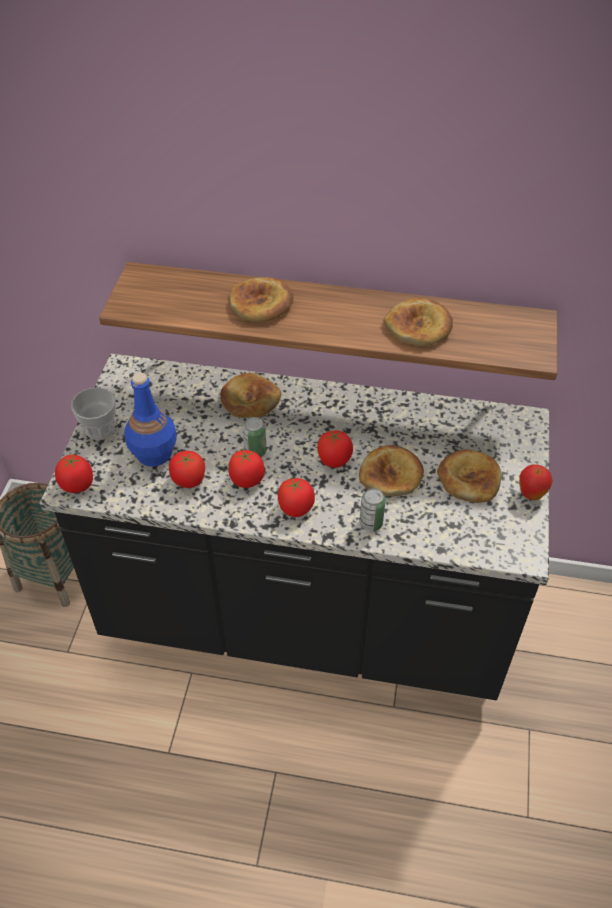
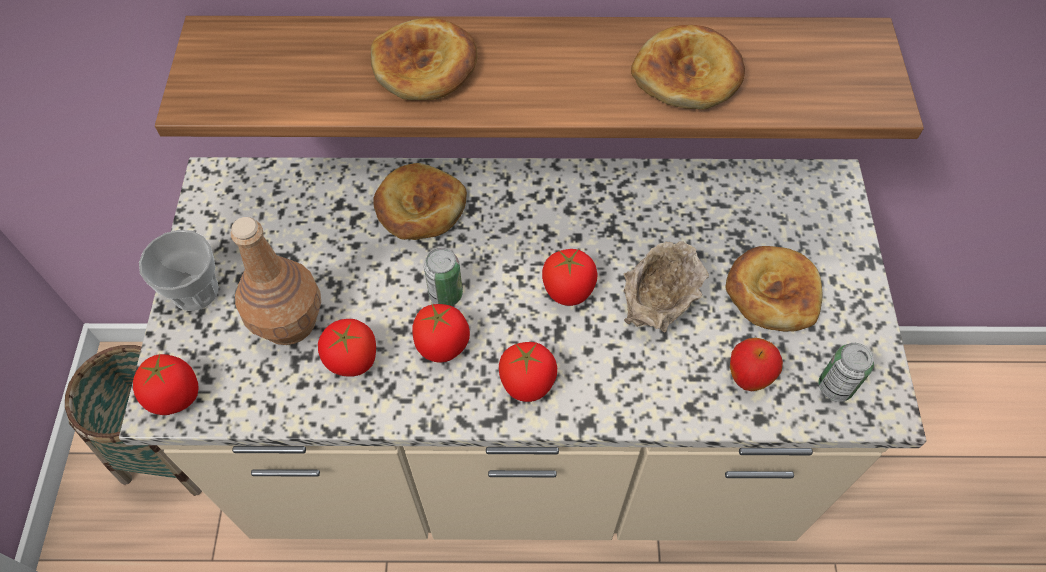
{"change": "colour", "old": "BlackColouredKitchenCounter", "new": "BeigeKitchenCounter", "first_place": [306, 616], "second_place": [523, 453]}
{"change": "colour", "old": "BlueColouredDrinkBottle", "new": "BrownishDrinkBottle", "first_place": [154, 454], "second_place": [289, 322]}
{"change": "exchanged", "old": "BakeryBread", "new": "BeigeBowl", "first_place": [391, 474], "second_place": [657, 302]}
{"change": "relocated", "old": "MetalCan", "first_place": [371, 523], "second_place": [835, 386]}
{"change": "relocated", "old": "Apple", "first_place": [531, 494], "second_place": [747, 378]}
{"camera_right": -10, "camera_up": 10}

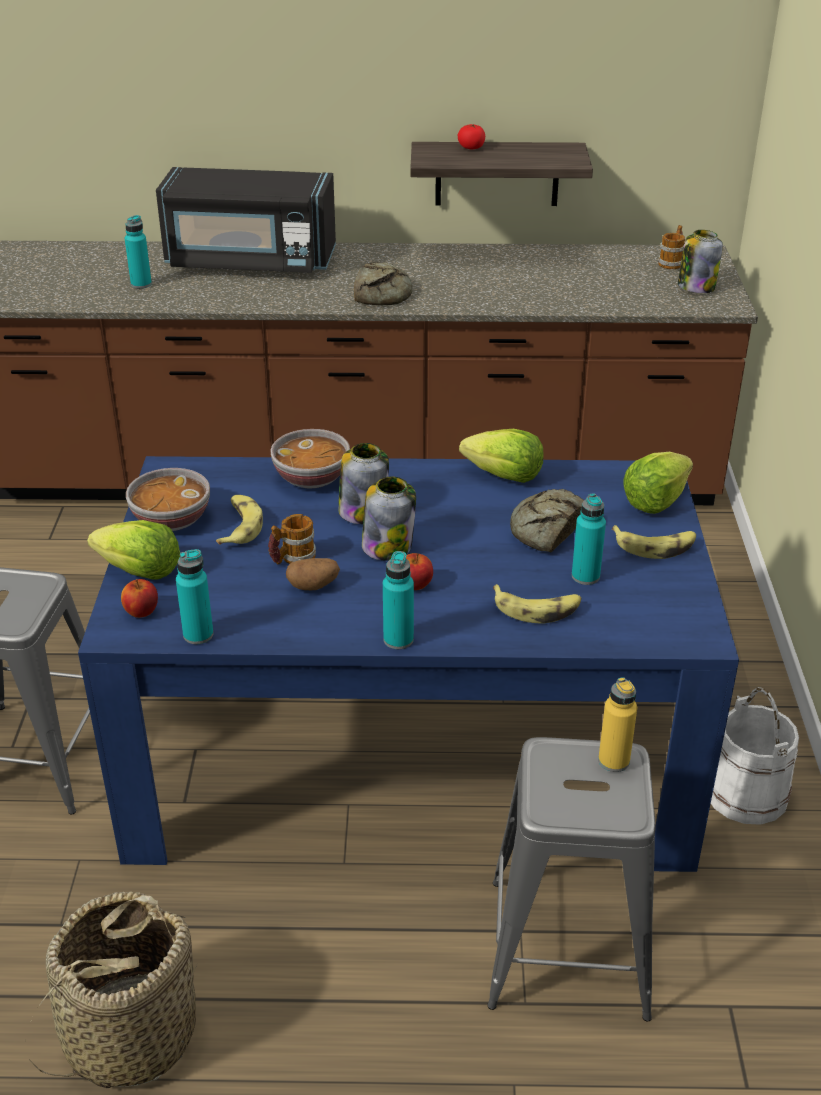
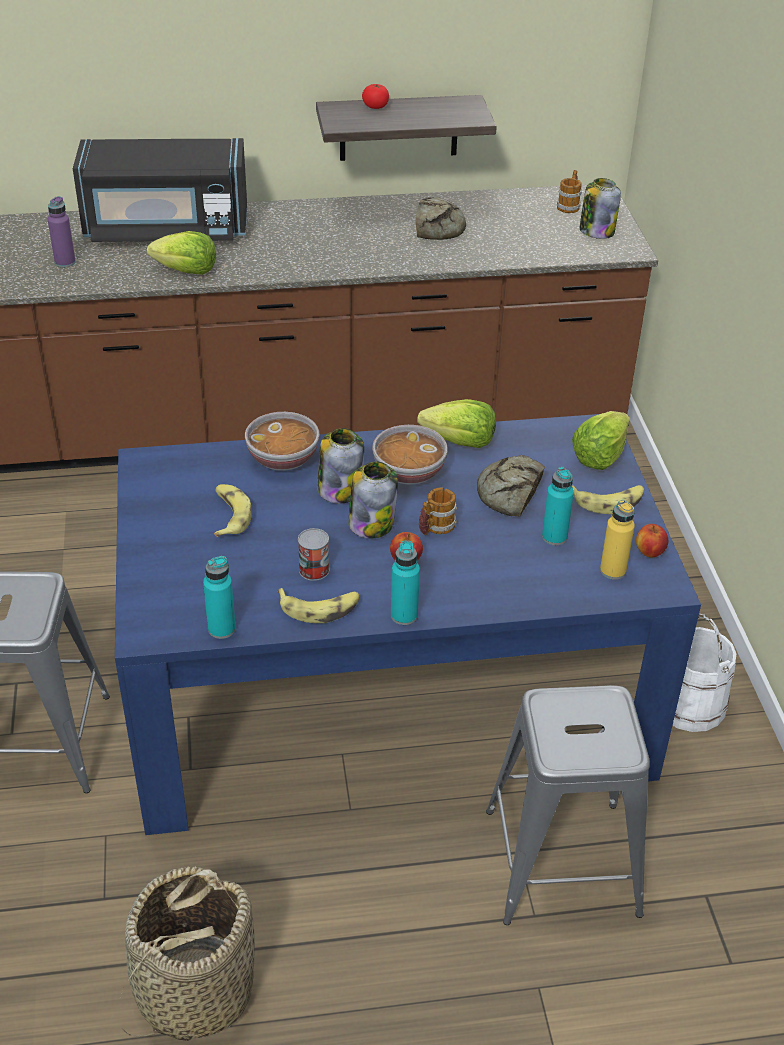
{"change": "relocated", "old": "Lettuce", "first_place": [139, 571], "second_place": [186, 271]}
{"change": "relocated", "old": "Apple", "first_place": [141, 612], "second_place": [649, 552]}
{"change": "colour", "old": "TurquoiseDrinkBottle", "new": "PurpleColouredDrinkBottle", "first_place": [141, 284], "second_place": [65, 262]}
{"change": "relocated", "old": "Bowl", "first_place": [170, 519], "second_place": [408, 472]}
{"change": "relocated", "old": "TeaMug", "first_place": [292, 558], "second_place": [435, 528]}
{"change": "exchanged", "old": "WholePotato", "new": "MetalCan", "first_place": [313, 586], "second_place": [314, 570]}
{"change": "relocated", "old": "BakeryBread", "first_place": [383, 293], "second_place": [438, 226]}
{"change": "relocated", "old": "Banana", "first_place": [537, 609], "second_place": [320, 608]}
{"change": "relocated", "old": "YellowDrinkBottle", "first_place": [613, 761], "second_place": [612, 571]}
{"camera_right": -10, "camera_up": 5}

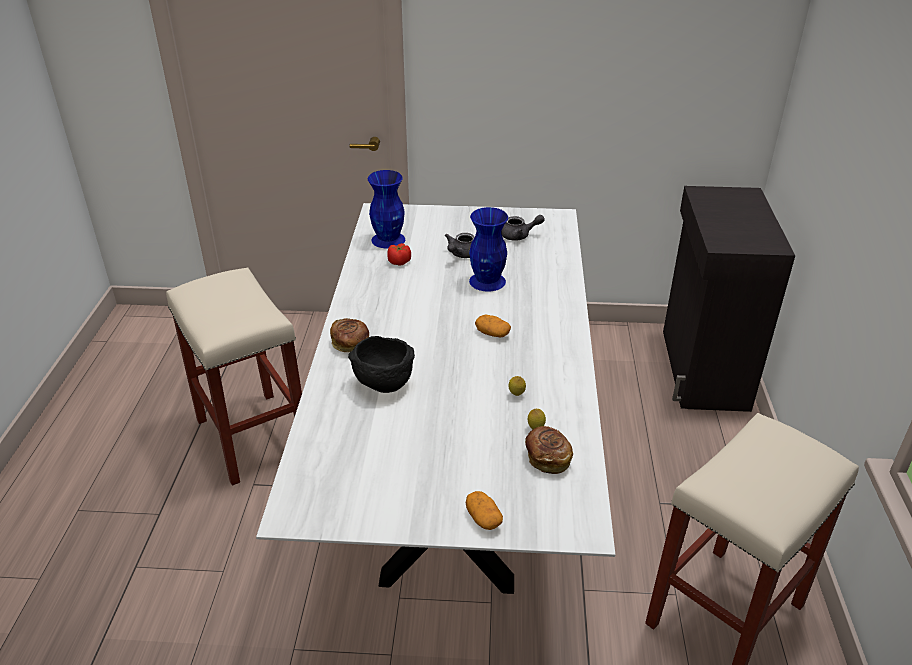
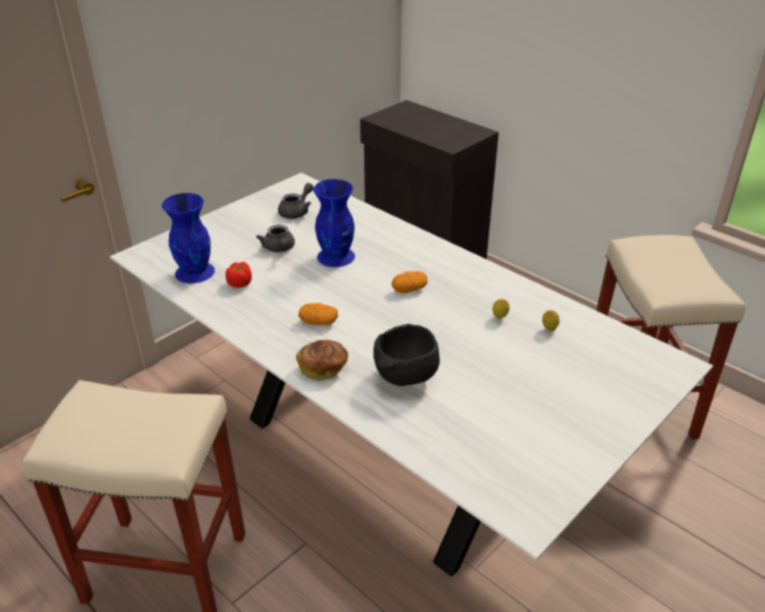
{"change": "relocated", "old": "WholePotato", "first_place": [483, 518], "second_place": [318, 322]}
{"change": "missing", "old": "BakeryBread", "first_place": [547, 458]}
{"camera_right": -50, "camera_up": 0}

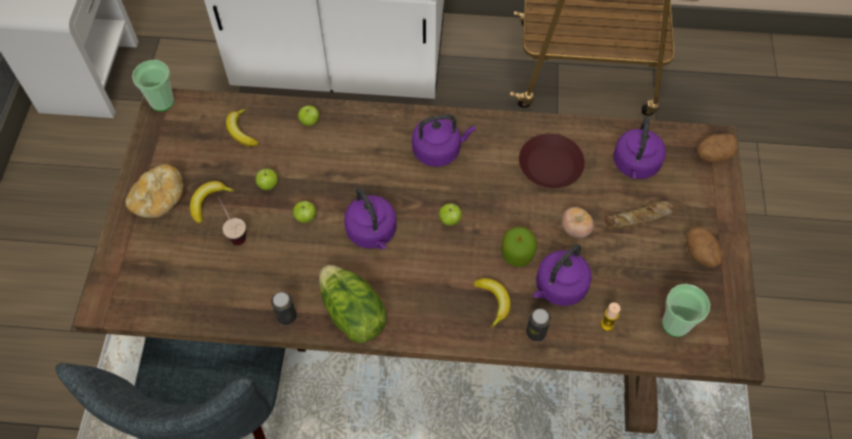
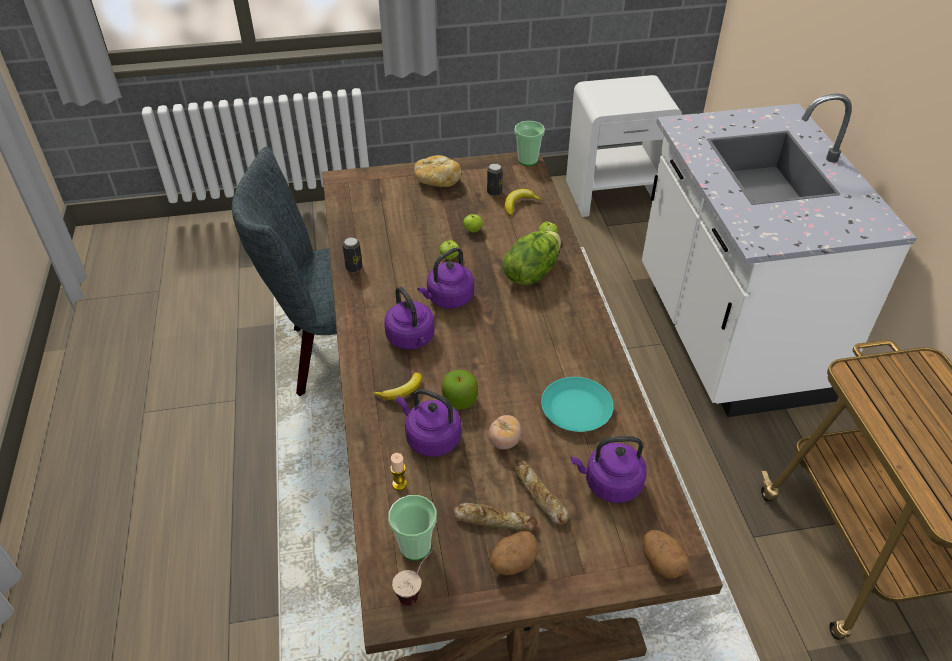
{"change": "missing", "old": "Banana", "first_place": [209, 202]}
{"change": "relocated", "old": "DrinkingCup", "first_place": [234, 232], "second_place": [417, 589]}
{"change": "relocated", "old": "Lettuce", "first_place": [352, 315], "second_place": [531, 272]}
{"change": "relocated", "old": "PurpleColouredWaterKettle", "first_place": [439, 150], "second_place": [411, 339]}
{"change": "missing", "old": "Apple", "first_place": [450, 220]}
{"change": "colour", "old": "BrownishPlate", "new": "TurquoisePlate", "first_place": [550, 165], "second_place": [576, 409]}
{"change": "relocated", "old": "MetalCan", "first_place": [536, 332], "second_place": [494, 192]}
{"change": "appeared", "new": "BakeryBread", "second_place": [494, 520]}
{"camera_right": 75, "camera_up": -15}

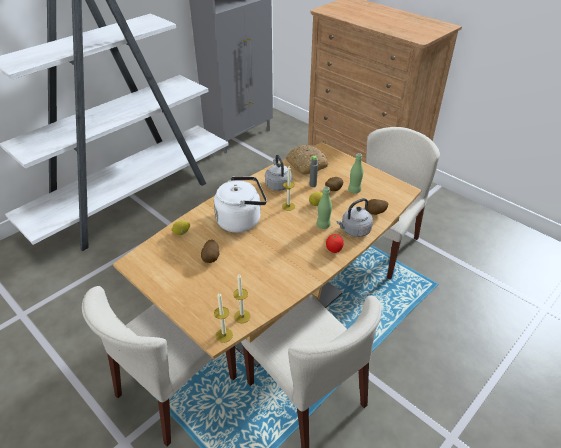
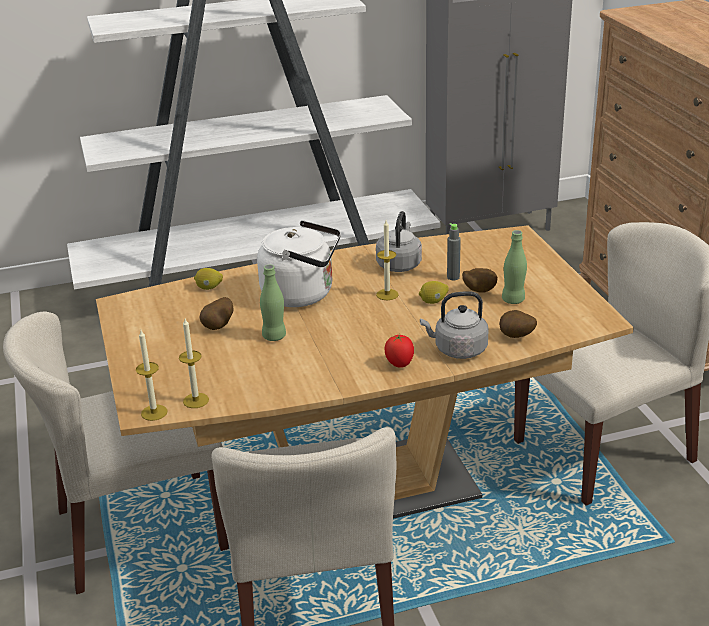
{"change": "missing", "old": "BakeryBread", "first_place": [306, 164]}
{"change": "relocated", "old": "GreenishDrinkBottle", "first_place": [323, 225], "second_place": [274, 336]}
{"camera_right": 30, "camera_up": -10}

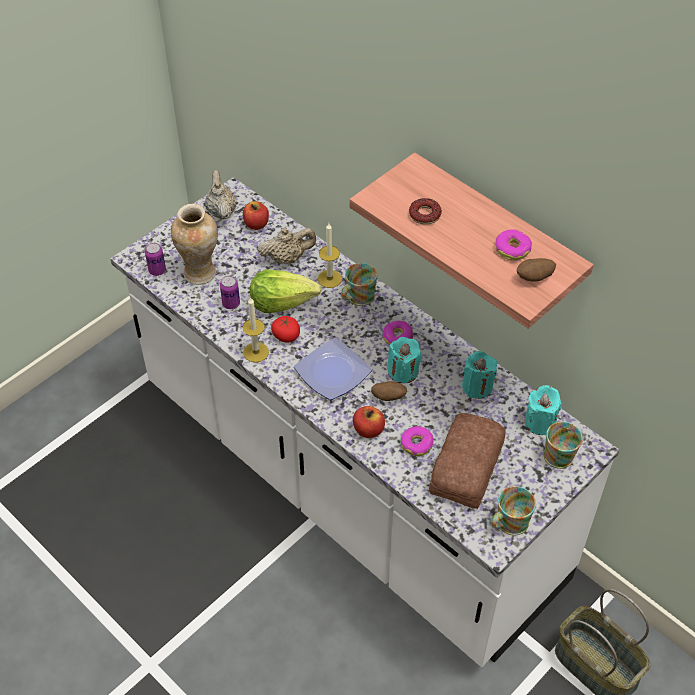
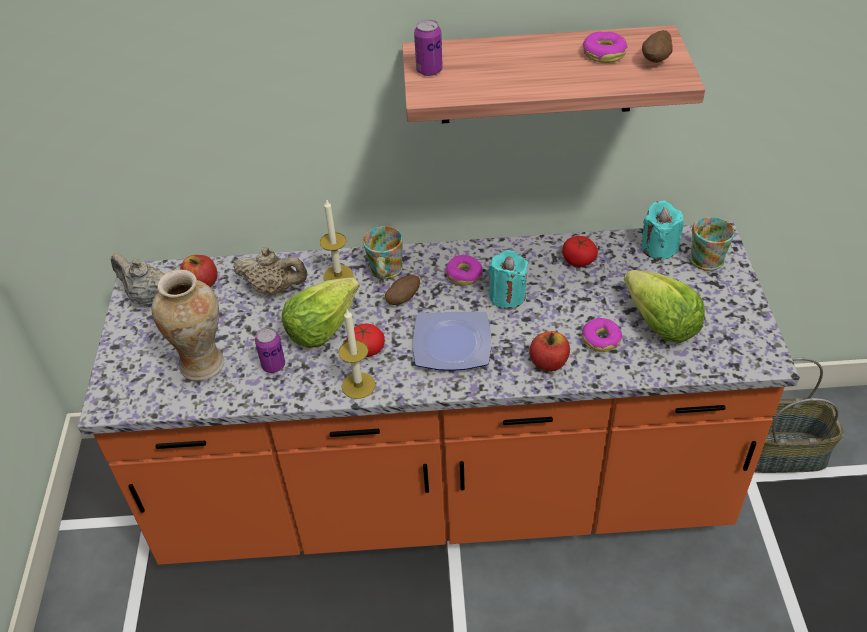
{"change": "colour", "old": "WhitishKitchenCounter", "new": "OrangeKitchenCounter", "first_place": [347, 484], "second_place": [443, 493]}
{"change": "relocated", "old": "MetalCan", "first_place": [157, 270], "second_place": [429, 70]}
{"change": "spun", "old": "BeigePotForTea", "first_place": [287, 258], "second_place": [274, 289], "degrees": 75}
{"change": "relocated", "old": "WholePotato", "first_place": [388, 397], "second_place": [403, 299]}
{"change": "missing", "old": "RingDoughnut", "first_place": [425, 215]}
{"change": "exchanged", "old": "BakeryBread", "new": "Lettuce", "first_place": [464, 466], "second_place": [659, 324]}
{"change": "exchanged", "old": "TurquoiseWaxCandle", "new": "Tomato", "first_place": [477, 386], "second_place": [578, 260]}
{"change": "missing", "old": "TeaMug", "first_place": [508, 523]}
{"camera_right": -45, "camera_up": -5}

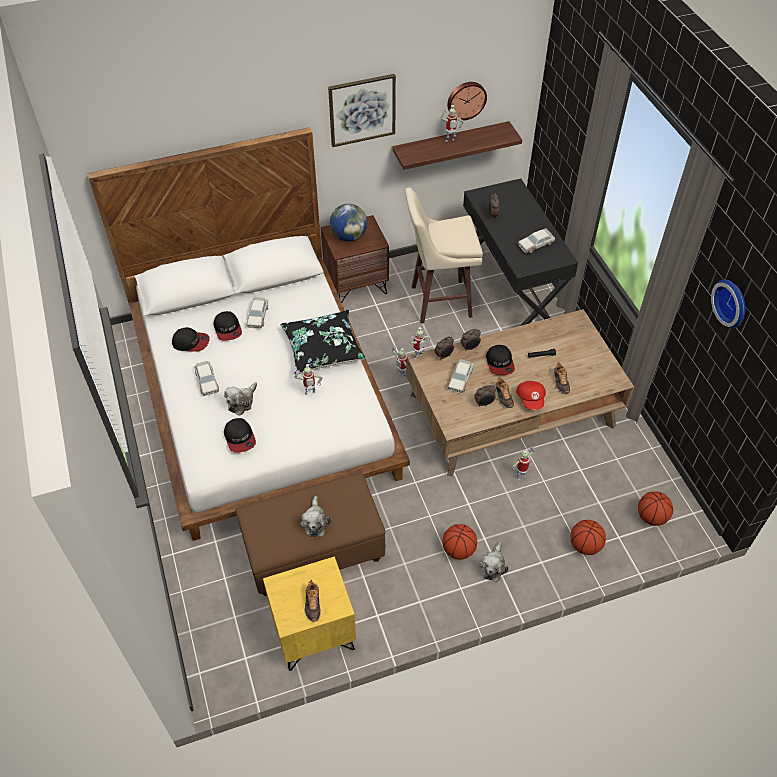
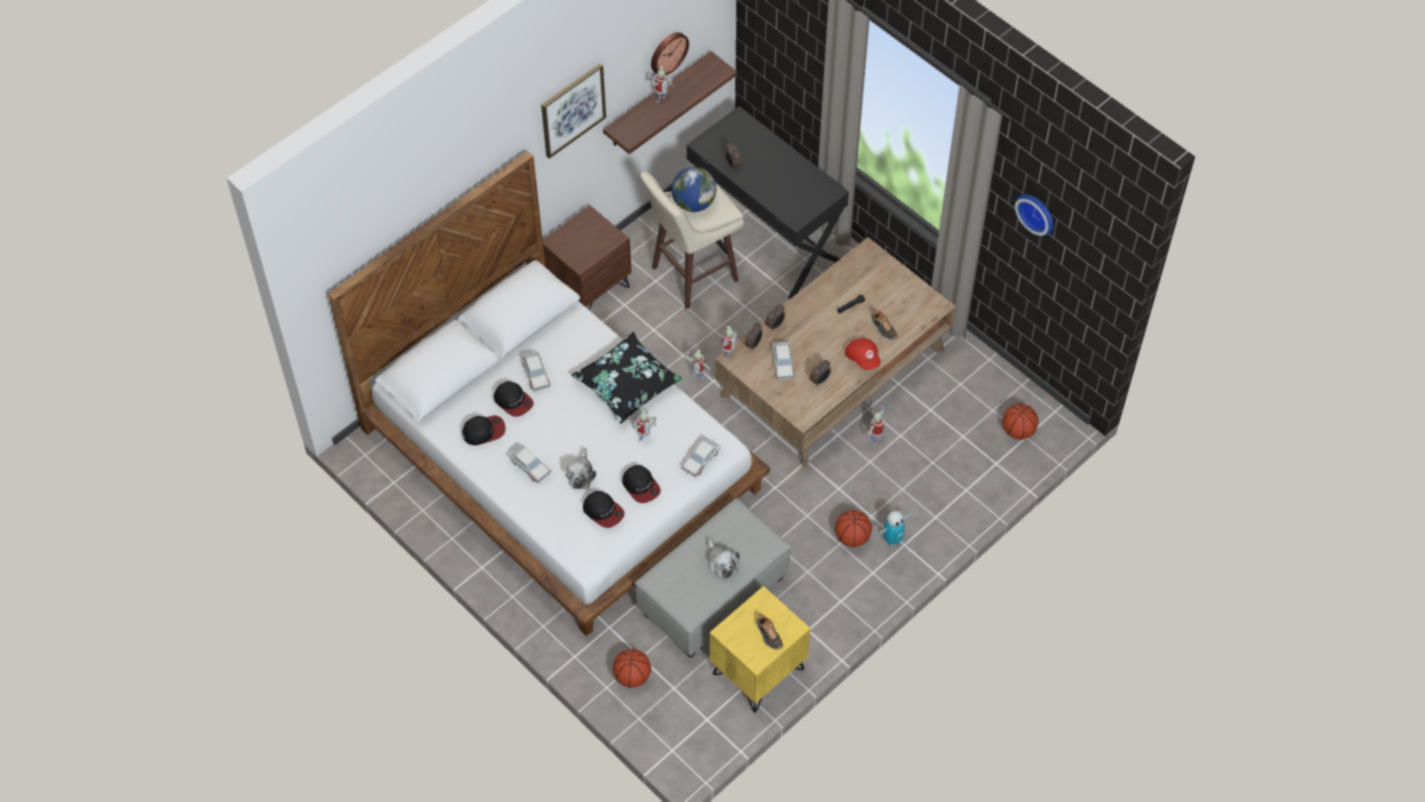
{"change": "colour", "old": "BrownishOttoman", "new": "GrayOttoman", "first_place": [314, 550], "second_place": [714, 595]}
{"change": "relocated", "old": "Globe", "first_place": [349, 236], "second_place": [694, 203]}
{"change": "exchanged", "old": "PlushToy", "new": "ModelRobot", "first_place": [493, 566], "second_place": [892, 539]}
{"change": "relocated", "old": "Cap", "first_place": [500, 363], "second_place": [641, 486]}
{"change": "missing", "old": "LowShoe", "first_place": [503, 396]}
{"change": "relocated", "old": "ModelCar", "first_place": [536, 244], "second_place": [701, 459]}
{"change": "relocated", "old": "Basketball", "first_place": [585, 546], "second_place": [632, 677]}
{"camera_right": -25, "camera_up": 5}

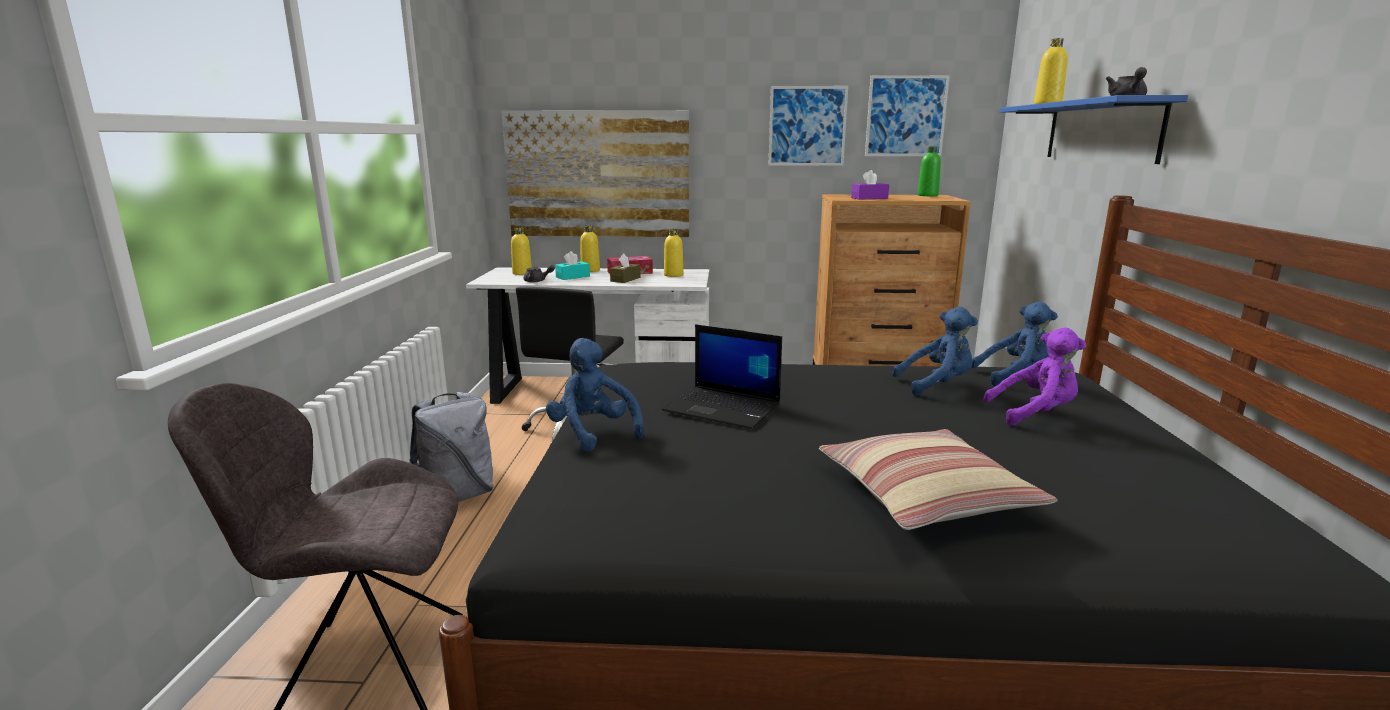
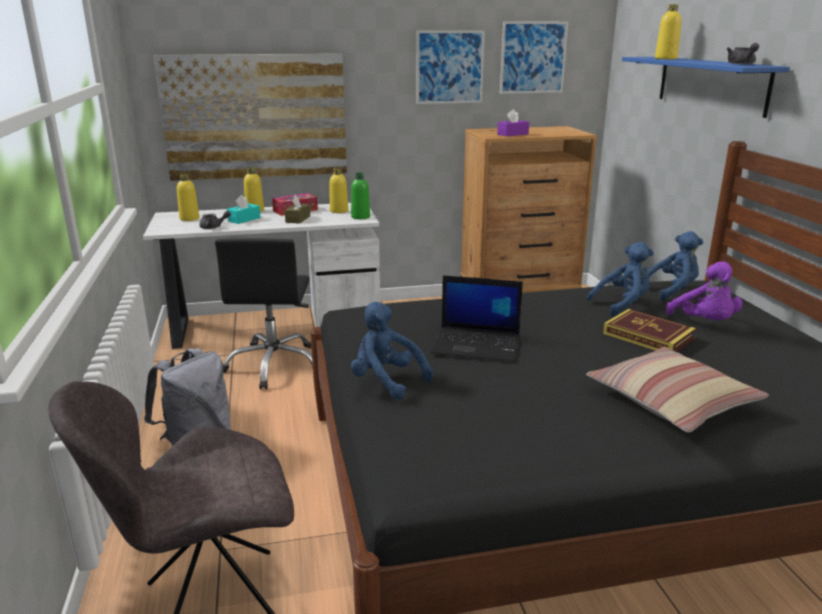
{"change": "relocated", "old": "GreenishDrinkBottle", "first_place": [927, 195], "second_place": [360, 217]}
{"change": "spun", "old": "PurpleColouredPlushToy", "first_place": [1035, 413], "second_place": [704, 322], "degrees": 90}
{"change": "appeared", "new": "Volume", "second_place": [648, 336]}
{"camera_right": -15, "camera_up": 5}

